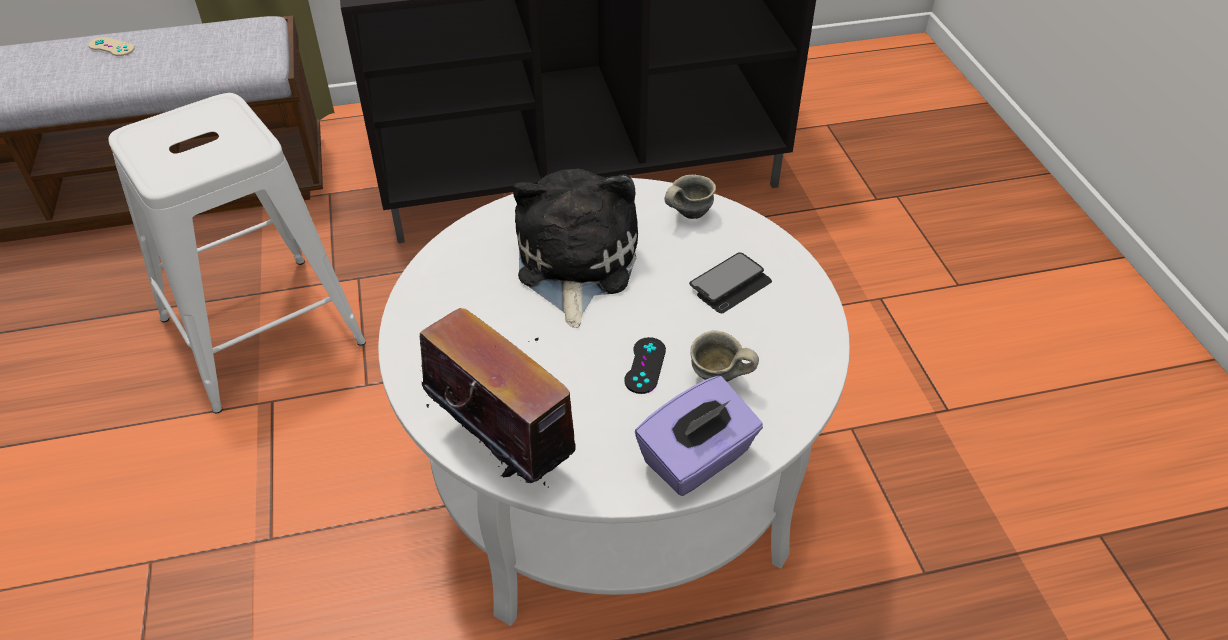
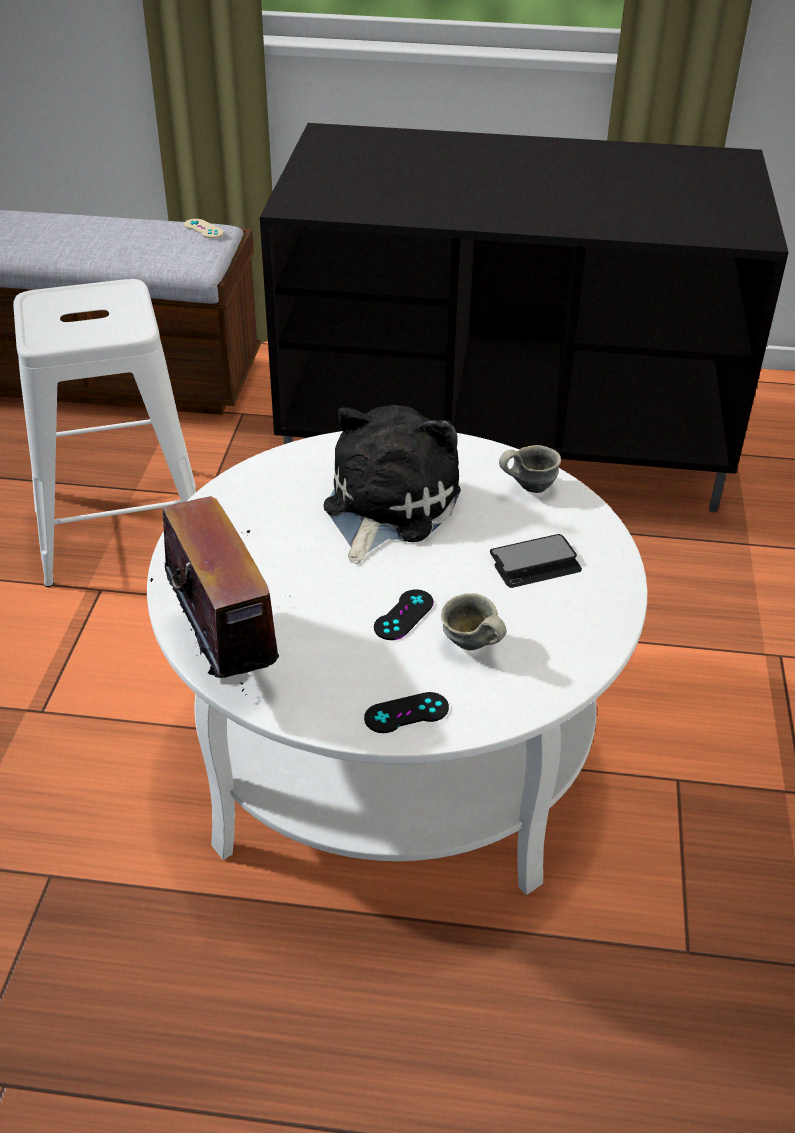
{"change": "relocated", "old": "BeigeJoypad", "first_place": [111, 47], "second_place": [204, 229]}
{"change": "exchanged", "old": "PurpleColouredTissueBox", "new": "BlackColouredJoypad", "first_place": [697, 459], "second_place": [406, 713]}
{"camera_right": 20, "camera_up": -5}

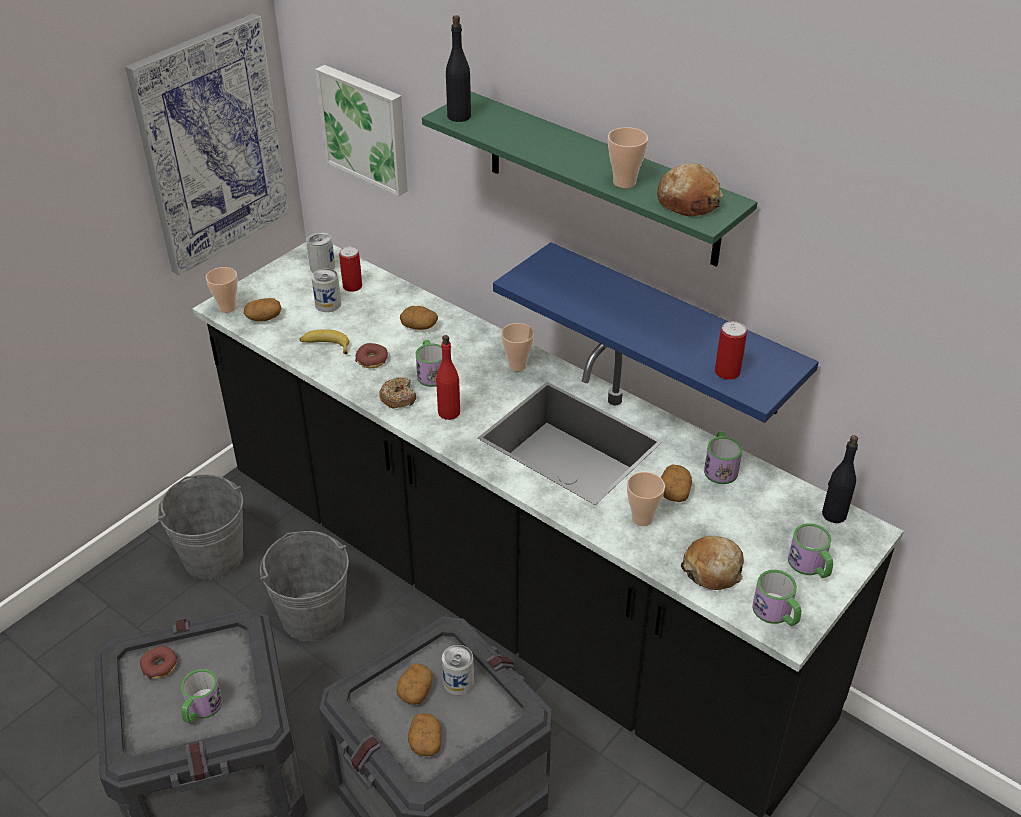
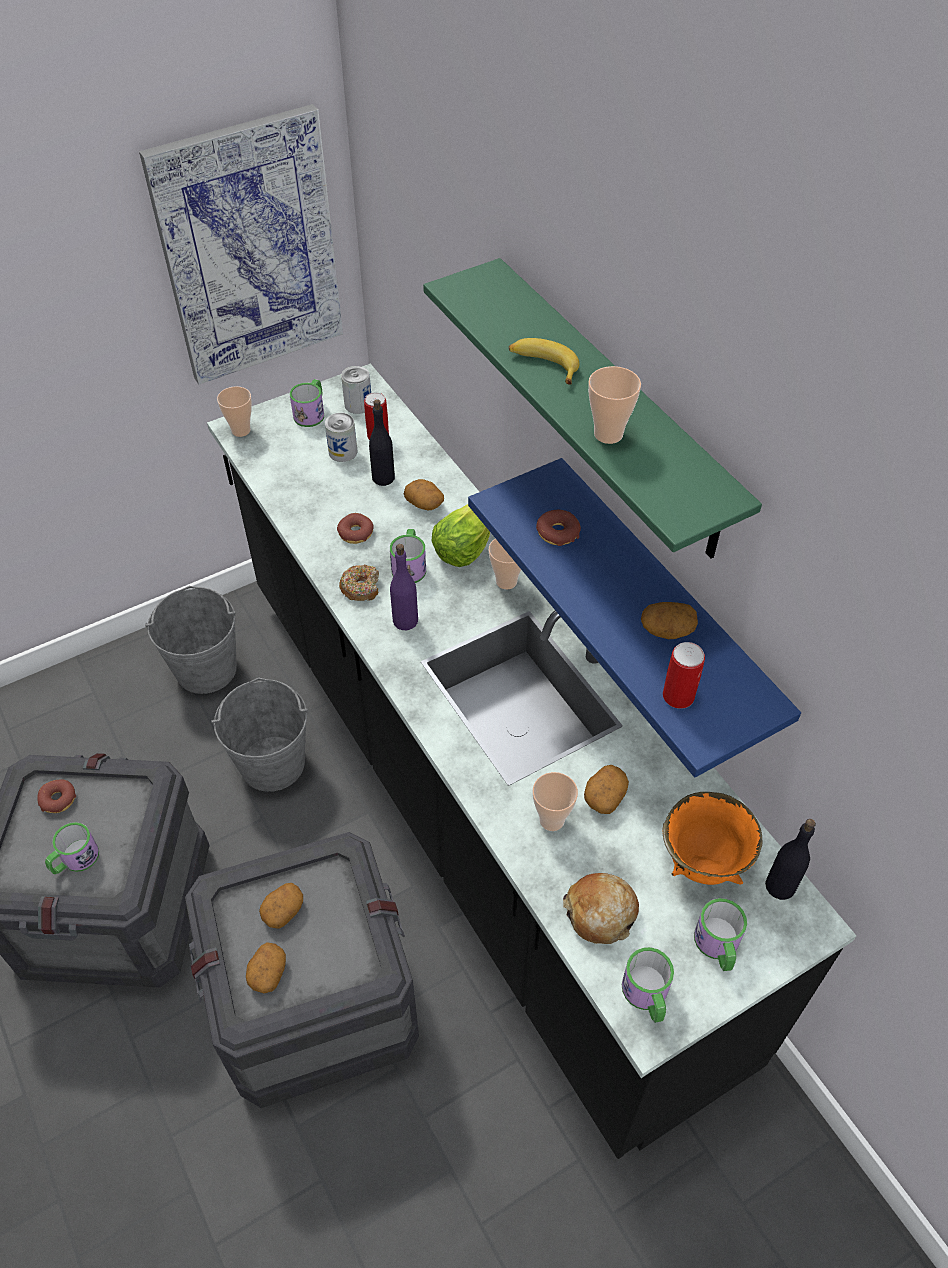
{"change": "relocated", "old": "WholePotato", "first_place": [264, 318], "second_place": [667, 630]}
{"change": "relocated", "old": "Banana", "first_place": [325, 346], "second_place": [543, 365]}
{"change": "missing", "old": "WallPicture", "first_place": [366, 128]}
{"change": "colour", "old": "RedColouredDrinkBottle", "new": "PurpleColouredDrinkBottle", "first_place": [449, 412], "second_place": [405, 620]}
{"change": "missing", "old": "MetalCan", "first_place": [458, 682]}
{"change": "relocated", "old": "BlackColouredDrinkBottle", "first_place": [459, 116], "second_place": [383, 478]}
{"change": "missing", "old": "BakeryBread", "first_place": [688, 201]}
{"change": "relocated", "old": "TeaMug", "first_place": [720, 467], "second_place": [311, 412]}
{"change": "appeared", "new": "Lettuce", "second_place": [464, 546]}
{"change": "appeared", "new": "RingDoughnut", "second_place": [557, 533]}
{"change": "appeared", "new": "OrangeBowl", "second_place": [702, 863]}
{"camera_right": 20, "camera_up": 10}

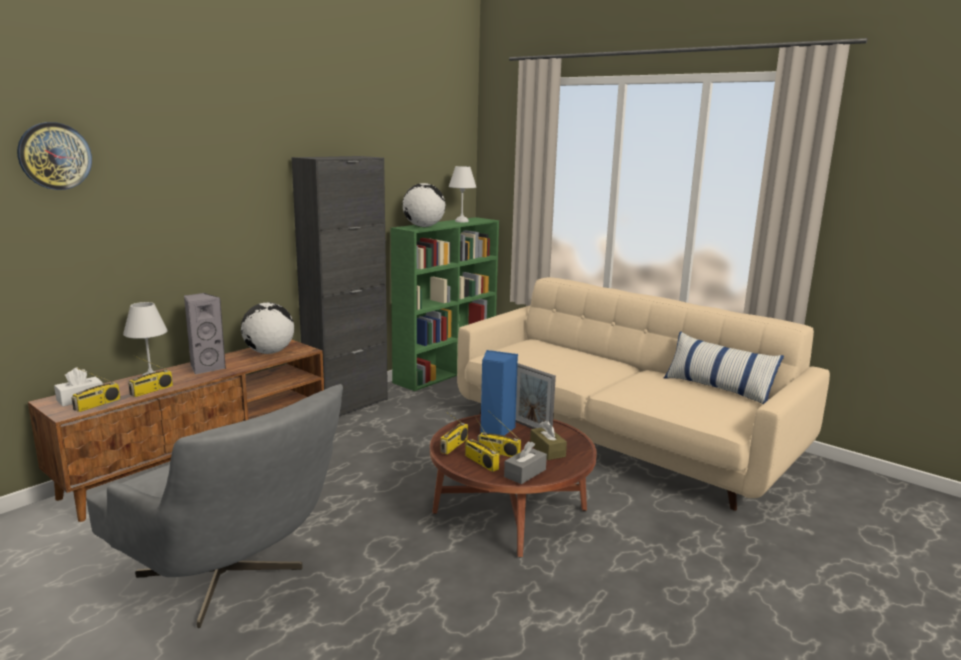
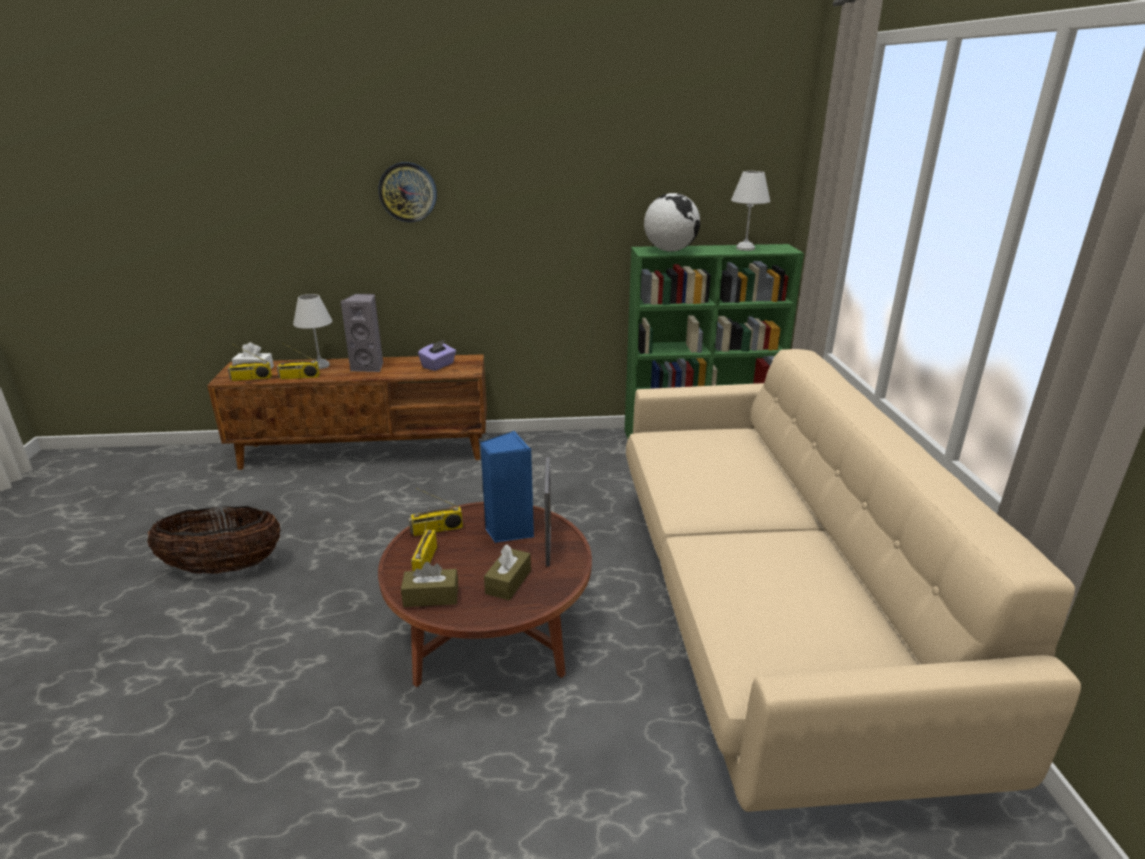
{"change": "relocated", "old": "WallClock", "first_place": [54, 156], "second_place": [408, 192]}
{"change": "exchanged", "old": "GrayEasyChair", "new": "StorageBasket", "first_place": [231, 581], "second_place": [224, 567]}
{"change": "exchanged", "old": "Globe", "new": "PurpleColouredTissueBox", "first_place": [269, 352], "second_place": [438, 365]}
{"change": "missing", "old": "BlackColouredCabinet", "first_place": [347, 405]}
{"change": "missing", "old": "RadioSet", "first_place": [498, 452]}
{"change": "colour", "old": "GrayTissueBox", "new": "BrownishTissueBox", "first_place": [525, 473], "second_place": [431, 596]}
{"change": "missing", "old": "ThrowPillow", "first_place": [718, 389]}
{"camera_right": 45, "camera_up": 10}

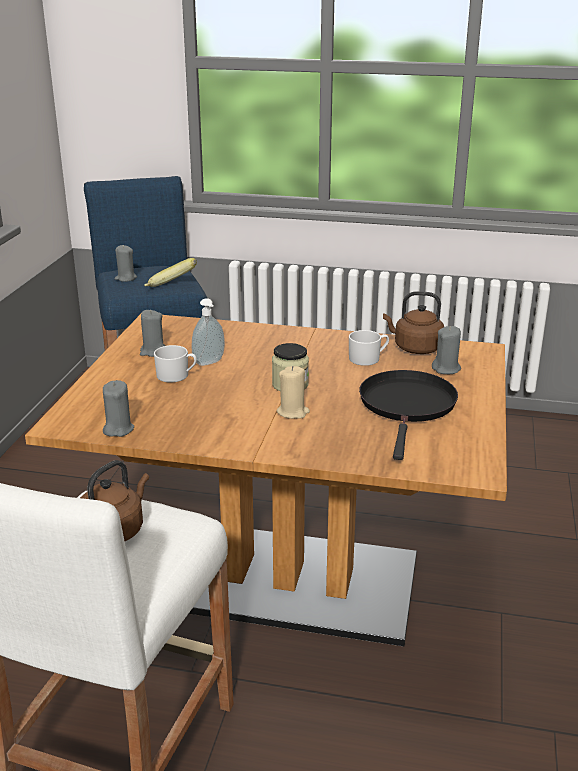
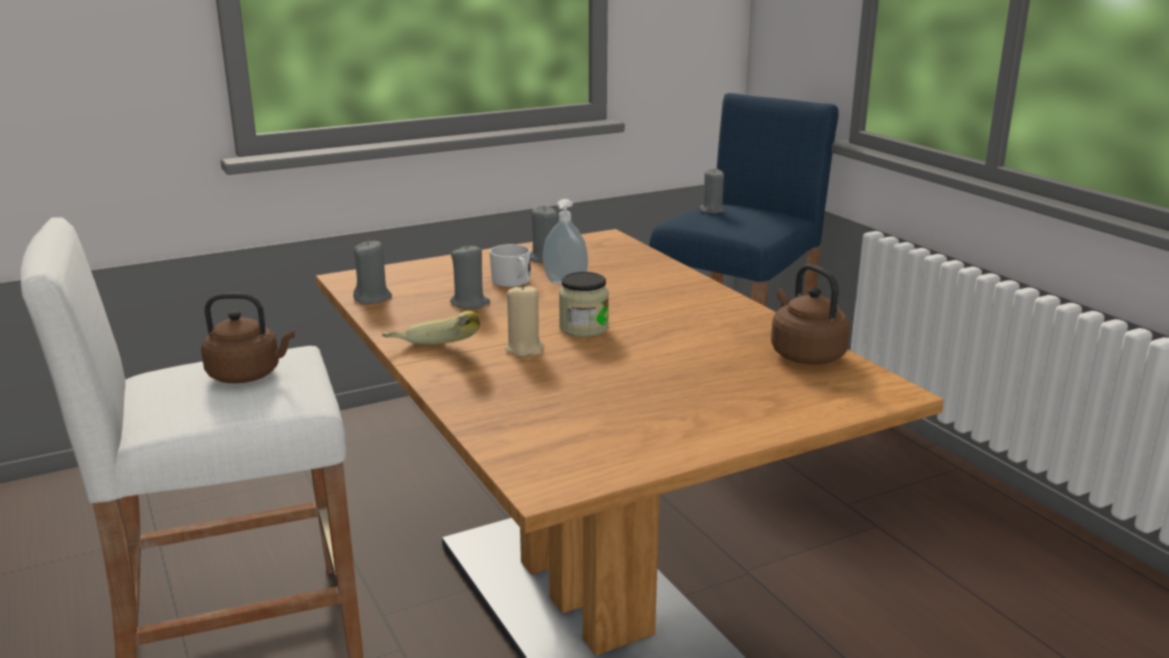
{"change": "relocated", "old": "Banana", "first_place": [170, 287], "second_place": [431, 355]}
{"change": "missing", "old": "WhitishTeaMug", "first_place": [368, 358]}
{"change": "missing", "old": "BlackColouredPan", "first_place": [407, 406]}
{"change": "relocated", "old": "GrayWaxCandle", "first_place": [446, 369], "second_place": [470, 303]}
{"camera_right": 50, "camera_up": -5}

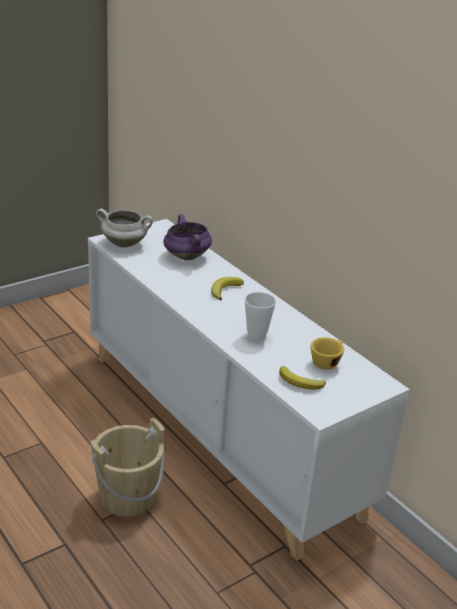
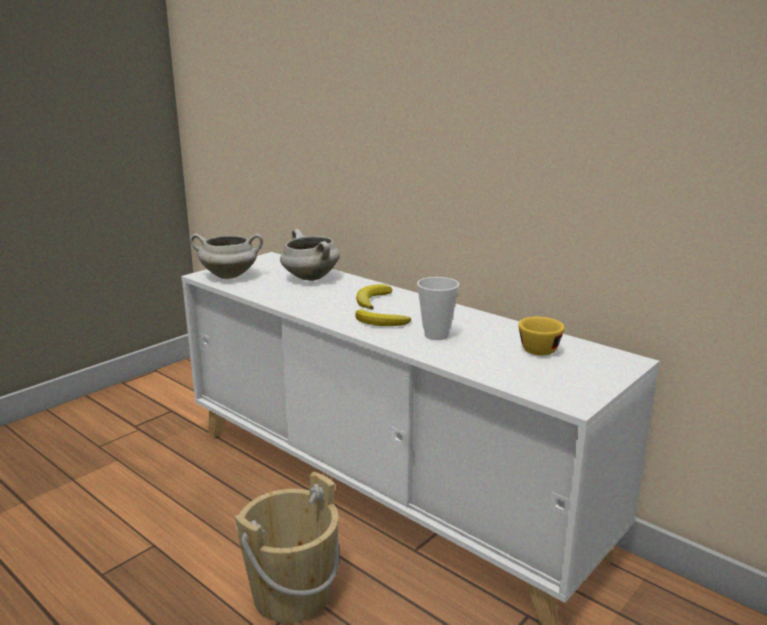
{"change": "colour", "old": "PurpleColouredCookingPot", "new": "WhitishCookingPot", "first_place": [186, 256], "second_place": [309, 278]}
{"change": "relocated", "old": "Banana", "first_place": [300, 382], "second_place": [382, 323]}
{"camera_right": -10, "camera_up": -10}

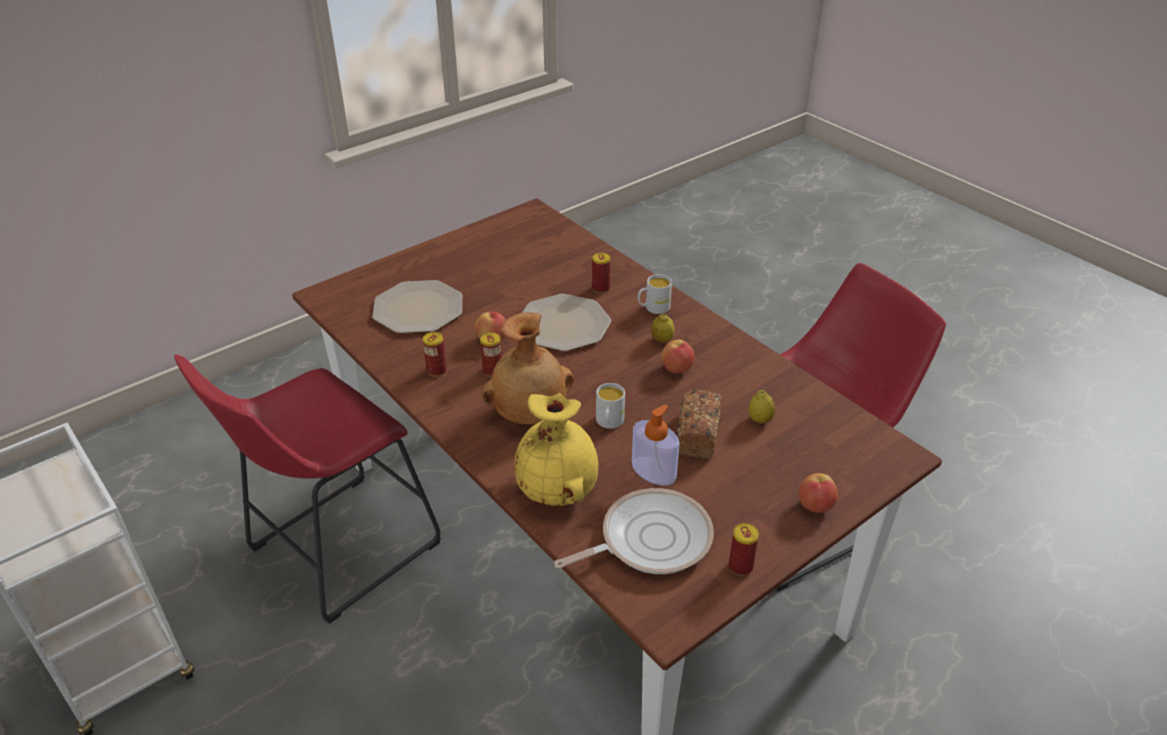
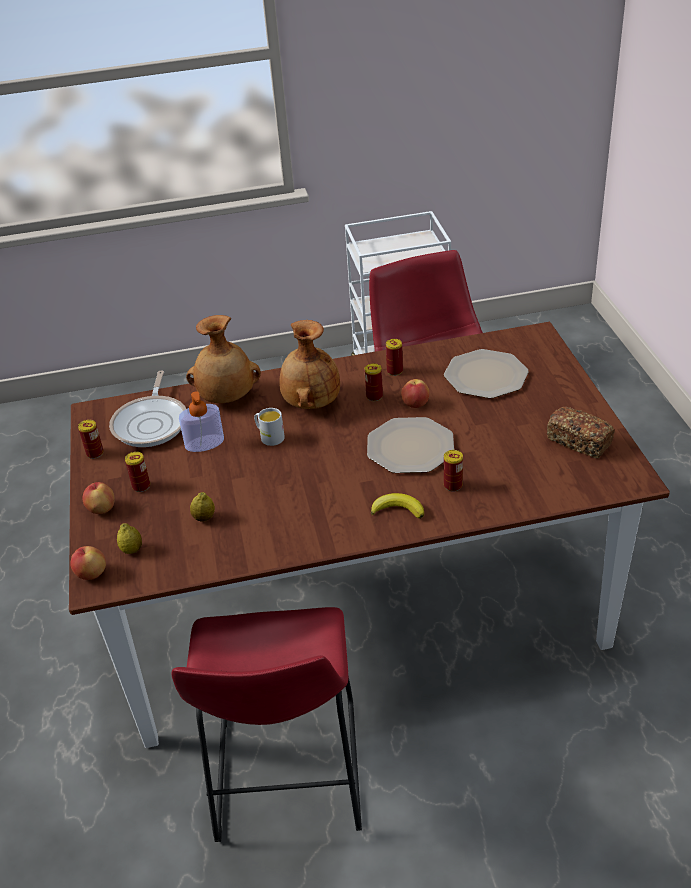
{"change": "colour", "old": "YellowFlowerVase", "new": "BrownishFlowerVase", "first_place": [558, 490], "second_place": [227, 398]}
{"change": "exchanged", "old": "WhitishTeaMug", "new": "Banana", "first_place": [653, 308], "second_place": [398, 509]}
{"change": "relocated", "old": "WholeLemon", "first_place": [662, 340], "second_place": [132, 550]}
{"change": "relocated", "old": "Apple", "first_place": [677, 369], "second_place": [91, 574]}
{"change": "relocated", "old": "BakeryBread", "first_place": [697, 434], "second_place": [579, 442]}
{"change": "appeared", "new": "MetalCan", "second_place": [141, 486]}
{"camera_right": 120, "camera_up": 0}

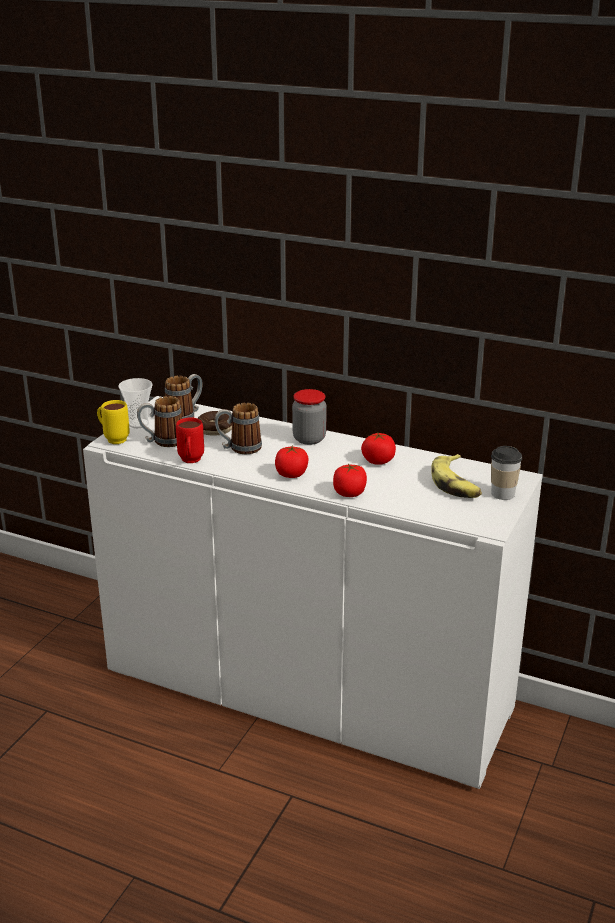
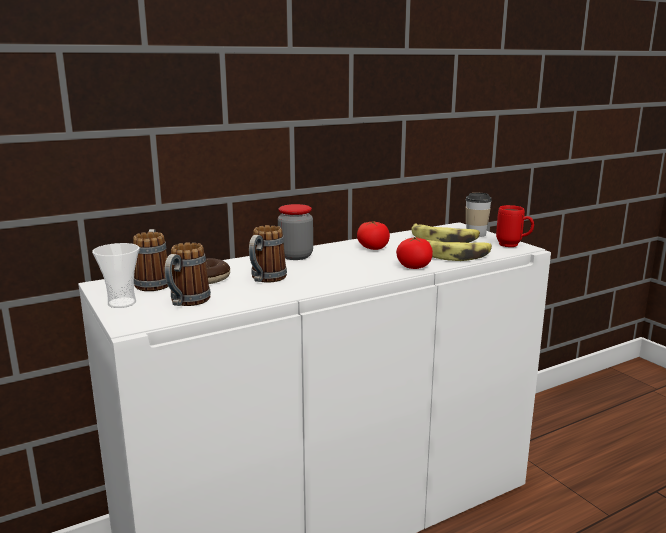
{"change": "missing", "old": "YellowTeaMug", "first_place": [113, 439]}
{"change": "relocated", "old": "RedColouredTeaMug", "first_place": [190, 462], "second_place": [513, 246]}
{"change": "missing", "old": "Tomato", "first_place": [291, 474]}
{"change": "appeared", "new": "Banana", "second_place": [454, 255]}
{"camera_right": -55, "camera_up": -10}

